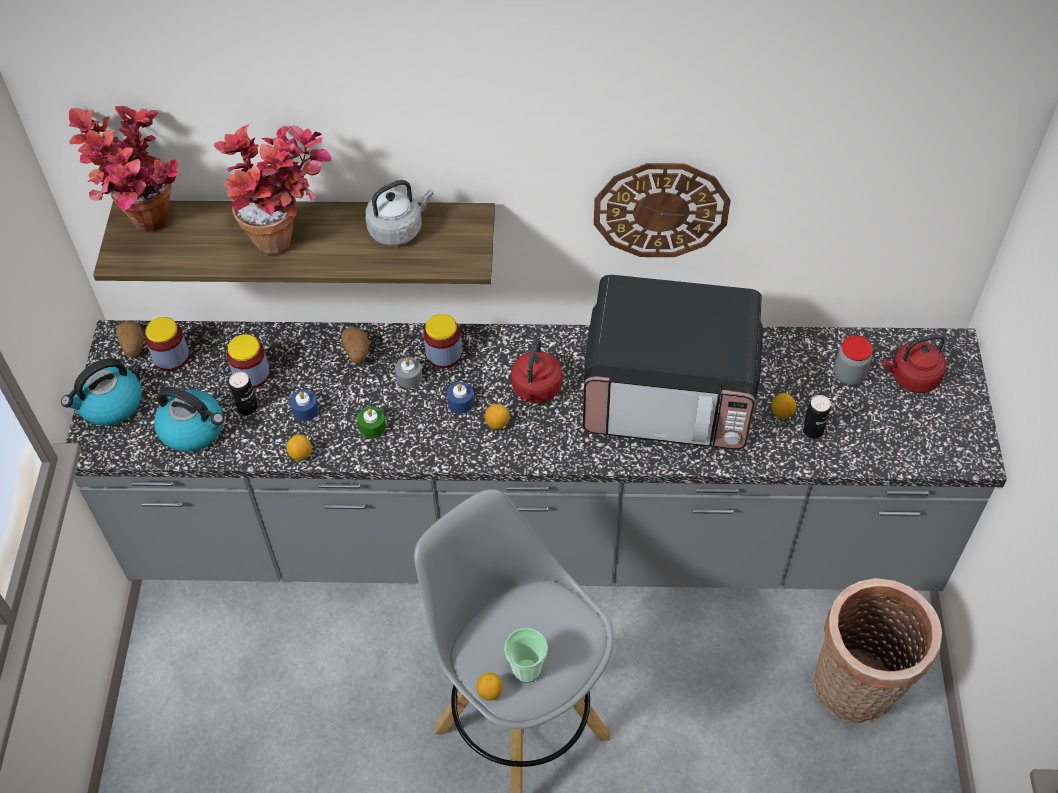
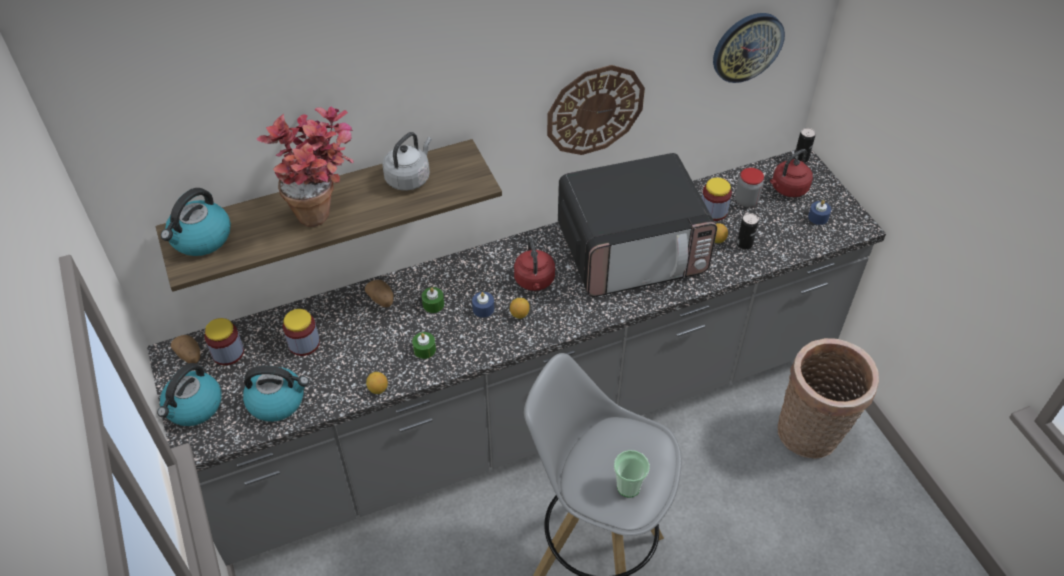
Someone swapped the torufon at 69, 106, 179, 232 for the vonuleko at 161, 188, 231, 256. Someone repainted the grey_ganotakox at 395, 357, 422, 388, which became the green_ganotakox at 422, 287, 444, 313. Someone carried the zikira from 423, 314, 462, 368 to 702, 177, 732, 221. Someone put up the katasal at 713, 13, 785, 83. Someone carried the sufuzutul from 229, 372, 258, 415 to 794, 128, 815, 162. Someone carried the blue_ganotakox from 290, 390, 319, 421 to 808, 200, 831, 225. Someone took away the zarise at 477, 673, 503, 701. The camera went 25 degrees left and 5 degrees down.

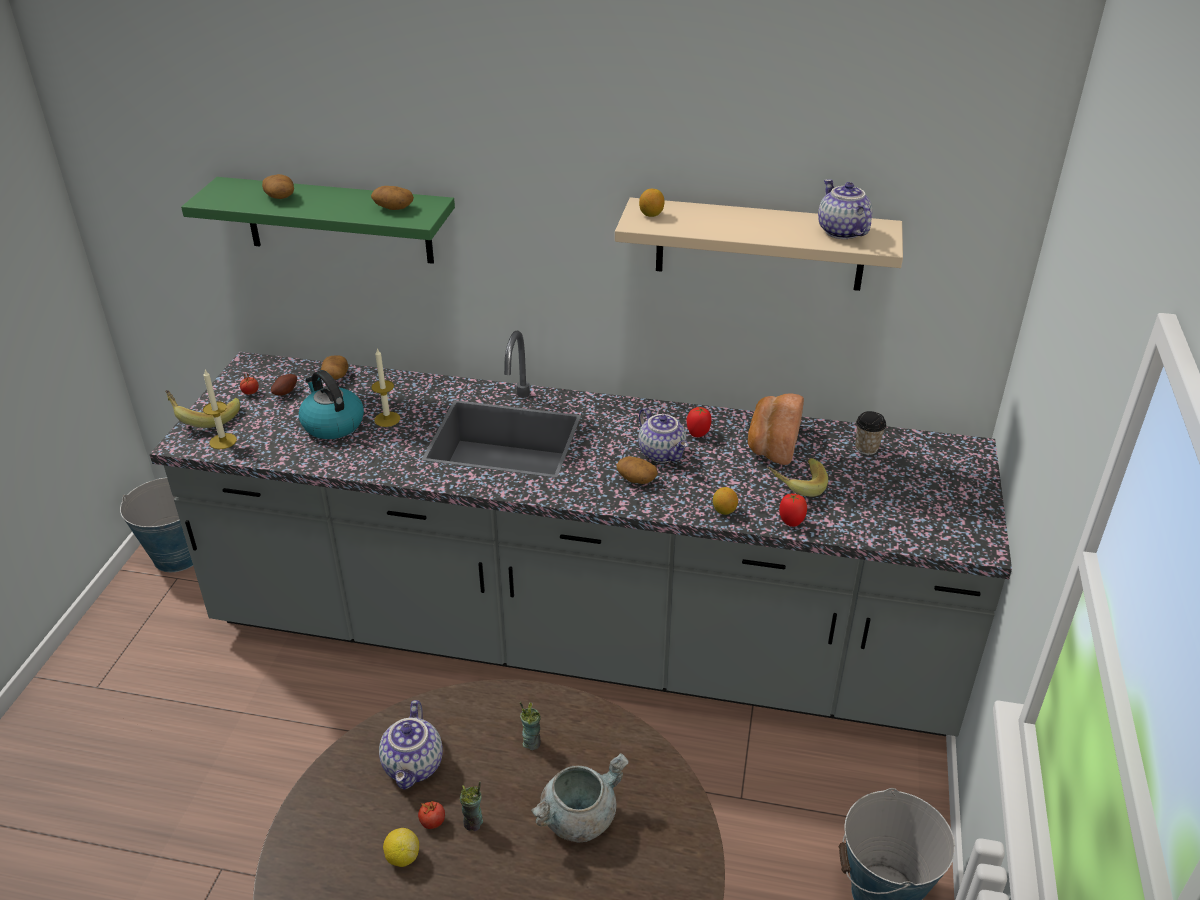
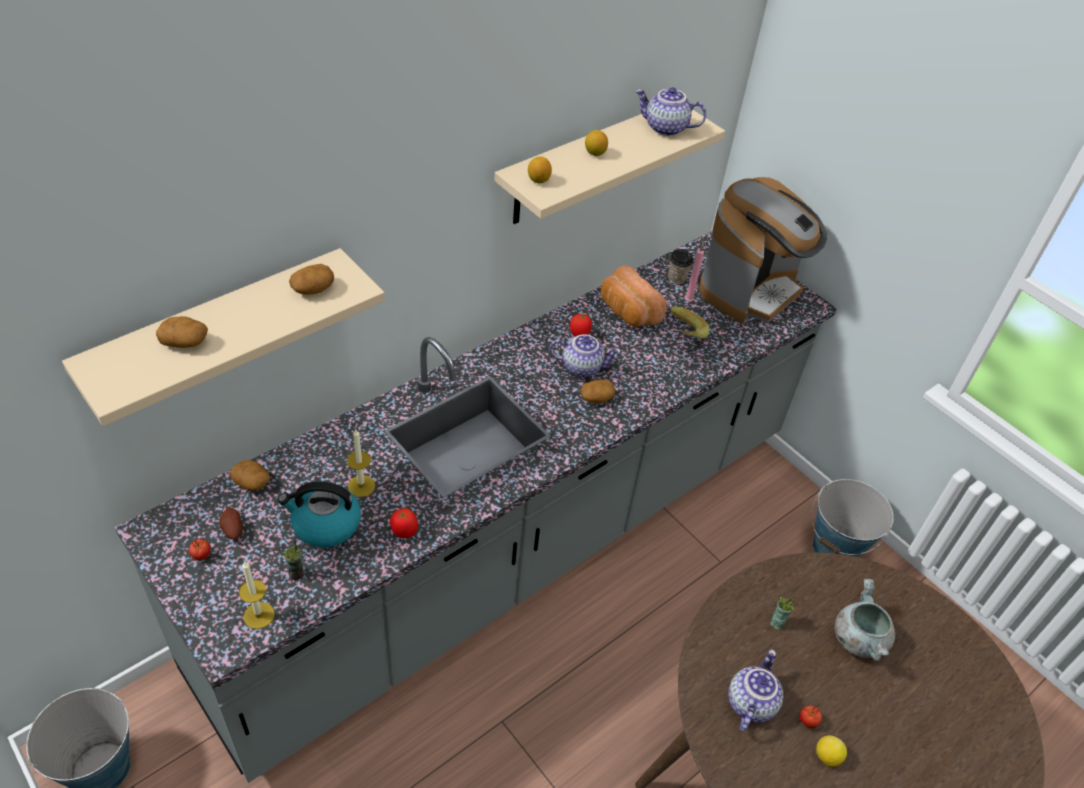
Someone repainted the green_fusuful at 181, 177, 455, 264, which became the beige_fusuful at 62, 248, 385, 426. Someone carried the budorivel from 460, 781, 483, 831 to 283, 540, 304, 580. Someone carried the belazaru from 779, 493, 807, 527 to 390, 508, 418, 538. Someone carried the zarise from 713, 487, 738, 515 to 585, 130, 608, 156. Someone put down the pink_ganotakox at 685, 249, 704, 302. Someone put down the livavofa at 699, 177, 827, 323. Someone rotated the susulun at 379, 700, 443, 790 by 105 degrees counterclockwise. Someone took away the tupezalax at 165, 390, 240, 428. The camera went 55 degrees left and 10 degrees up.

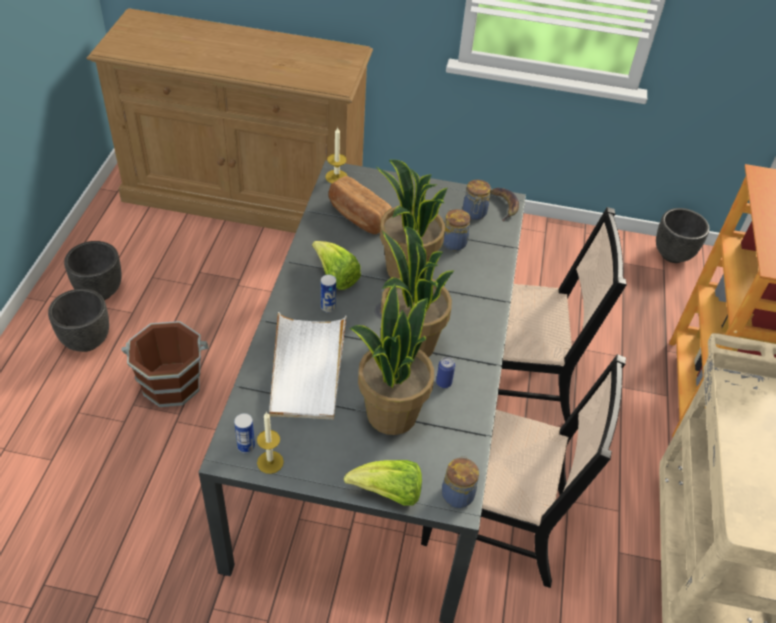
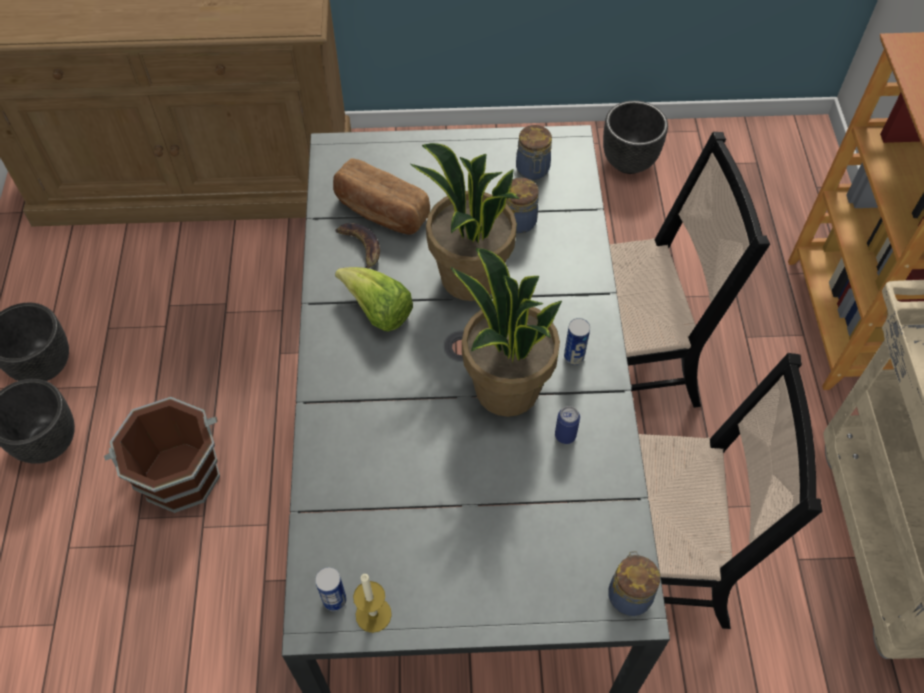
Someone carried the tupezalax from 490, 188, 519, 221 to 335, 223, 380, 269. Someone carried the sufuzutul from 321, 275, 336, 313 to 564, 318, 590, 365. Someone carried the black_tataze from 656, 208, 710, 263 to 603, 101, 668, 174. Someone took away the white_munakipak at 269, 312, 346, 420. Someone took away the ganotakox at 325, 127, 347, 183. Someone took away the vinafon at 344, 460, 422, 506. Someone took away the torufon at 349, 283, 434, 435. The camera went 10 degrees left and 10 degrees up.

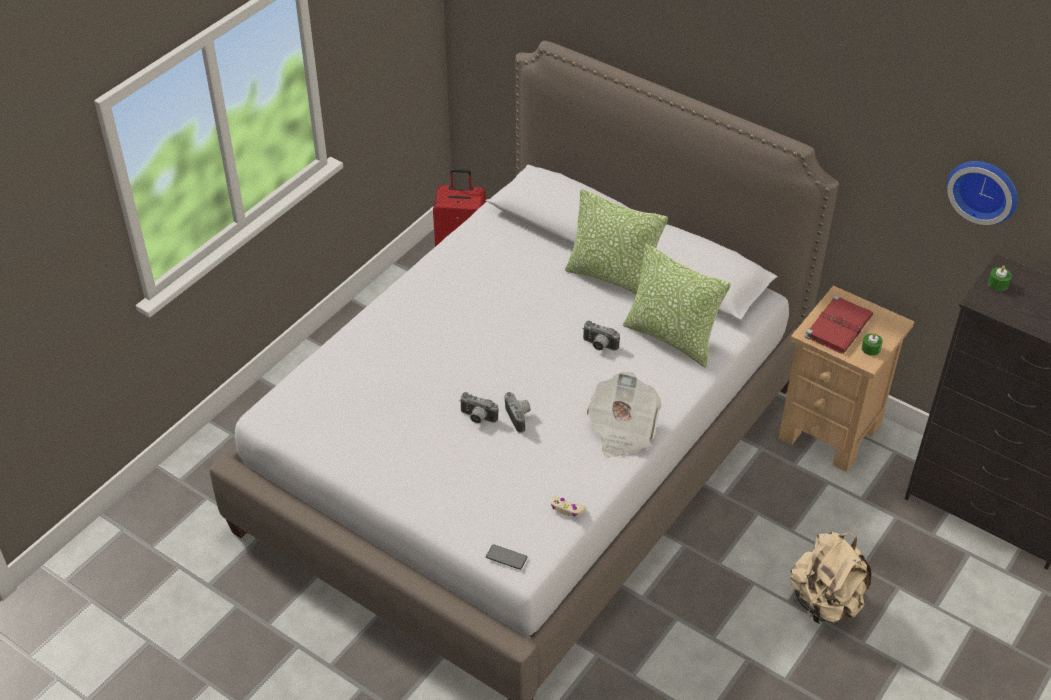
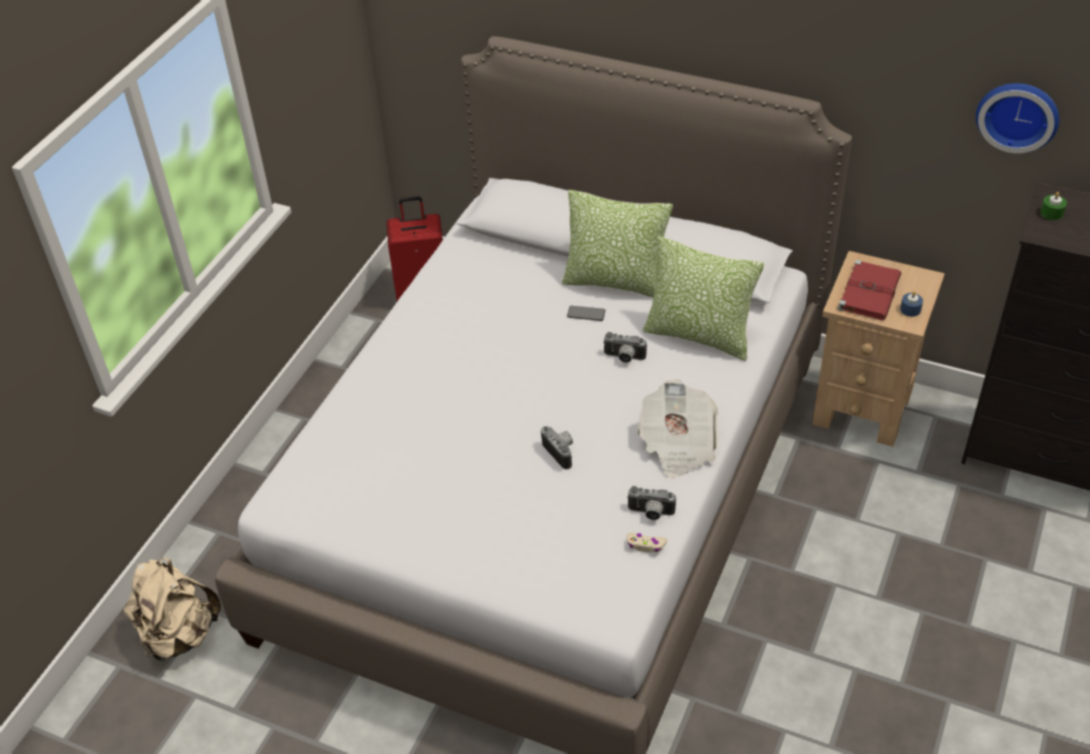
Someone carried the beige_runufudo from 790, 532, 872, 624 to 124, 557, 221, 661. Someone carried the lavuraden from 486, 544, 527, 570 to 567, 306, 605, 321. Someone carried the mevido from 459, 392, 498, 423 to 627, 486, 676, 520. Someone repainted the green_ganotakox at 862, 333, 883, 356, which became the blue_ganotakox at 900, 291, 923, 317. The camera went 10 degrees left and 0 degrees up.

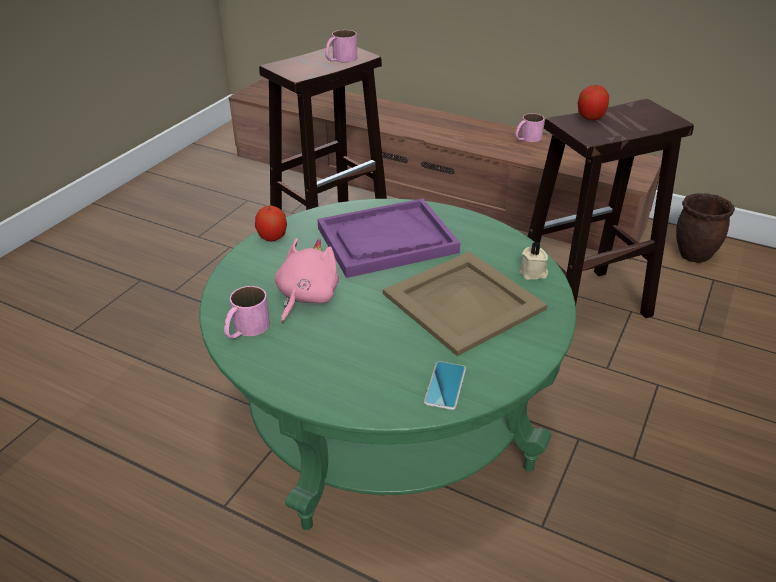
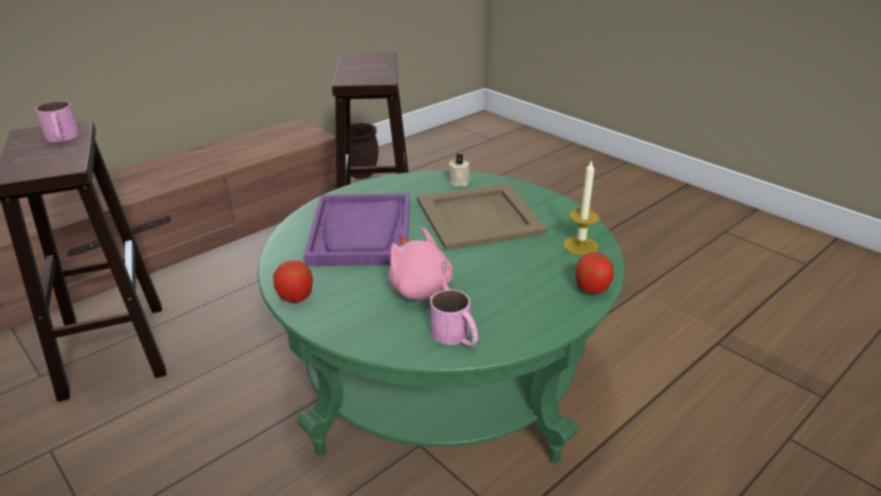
Someone swapped the lavuraden at 424, 361, 466, 410 for the ganotakox at 563, 160, 600, 255. Someone carried the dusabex from 578, 85, 609, 120 to 575, 252, 614, 294. Someone took away the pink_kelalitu at 515, 113, 544, 142. The camera went 70 degrees left and 5 degrees down.

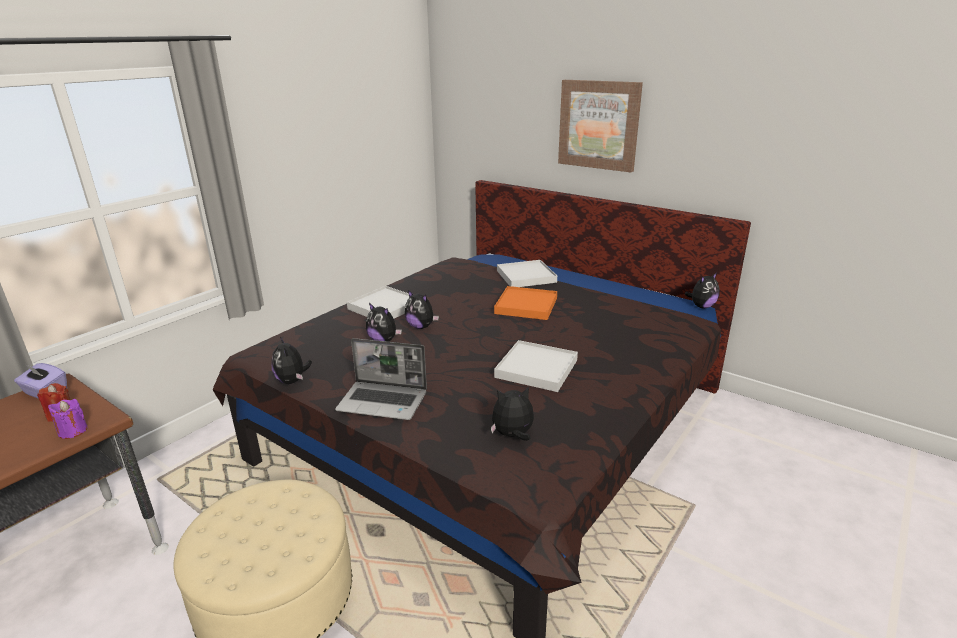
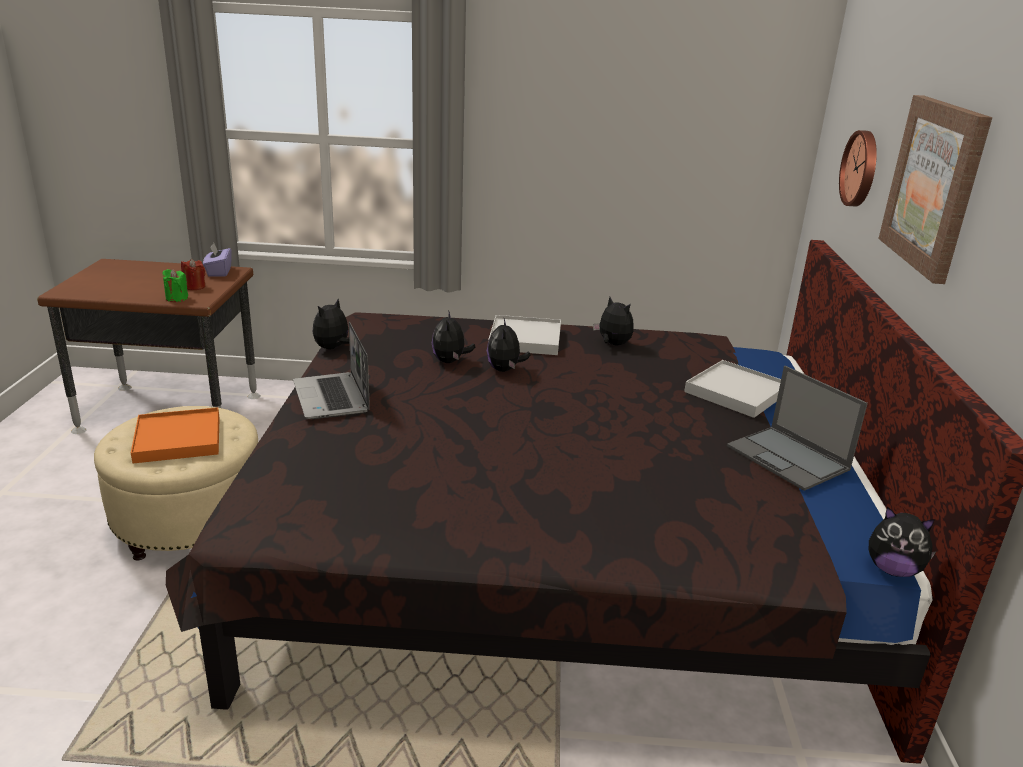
Someone carried the orange_munakipak from 494, 286, 557, 320 to 131, 407, 220, 463. Someone repainted the purple_ganotakox at 48, 399, 88, 439, which became the green_ganotakox at 162, 269, 188, 302. Someone carried the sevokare from 491, 387, 534, 441 to 593, 297, 634, 345. Someone put down the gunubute at 727, 366, 868, 491. Someone put up the katasal at 839, 130, 877, 206. Someone took away the white_munakipak at 494, 340, 578, 392. The camera went 55 degrees right and 0 degrees up.

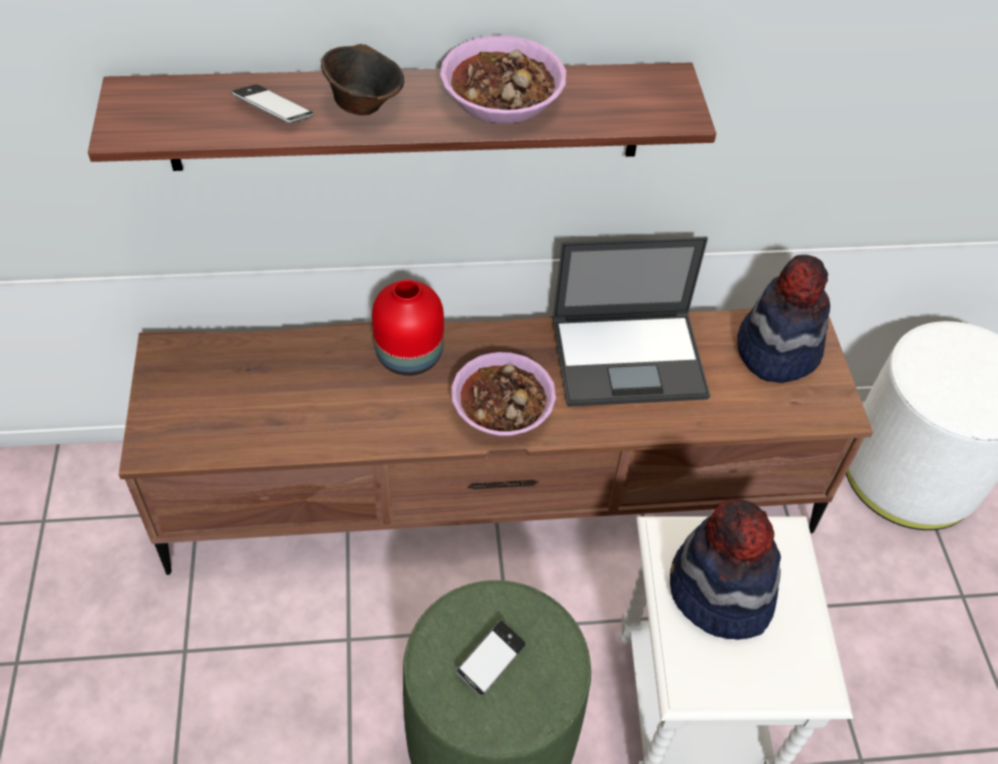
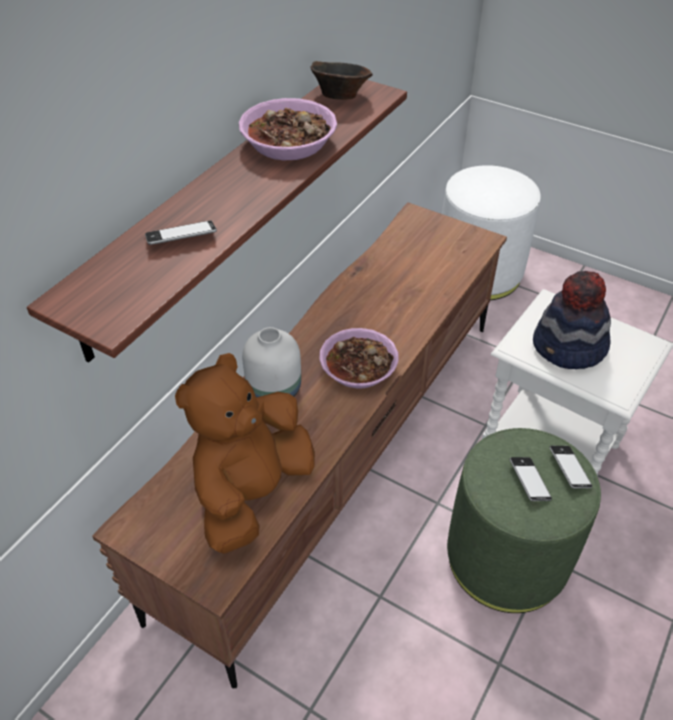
Someone put down the brown_sevokare at 175, 353, 315, 554. Someone repainted the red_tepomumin at 372, 279, 444, 376, which became the white_tepomumin at 242, 327, 301, 397. Someone carried the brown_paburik from 321, 44, 404, 115 to 310, 61, 373, 100. Someone put down the lavuraden at 549, 446, 592, 489. Someone took away the gunubute at 552, 236, 710, 407. Someone took away the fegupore at 737, 255, 830, 383. The camera went 50 degrees left and 5 degrees down.

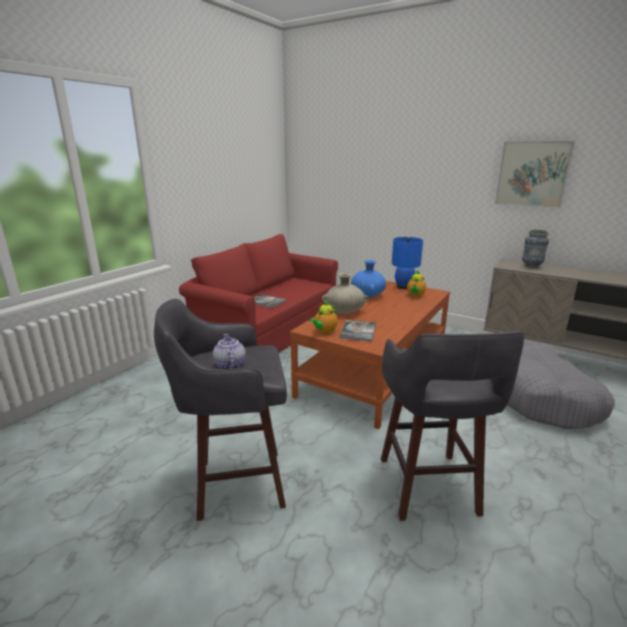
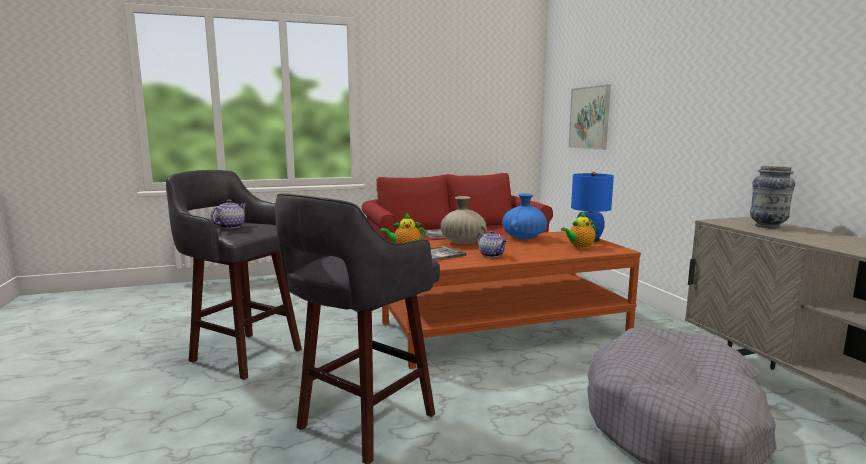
Someone put down the susulun at 477, 230, 508, 258. Someone carried the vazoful from 495, 141, 575, 208 to 568, 84, 611, 150. The camera went 40 degrees right and 10 degrees down.

